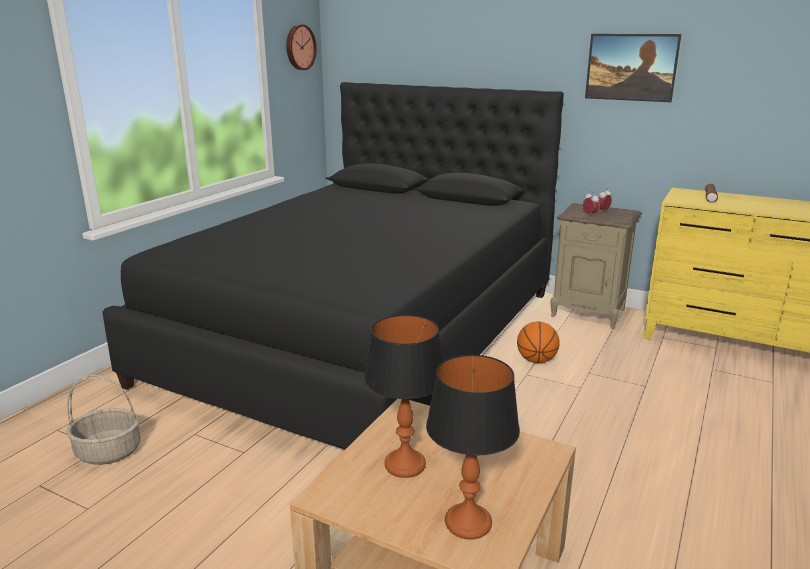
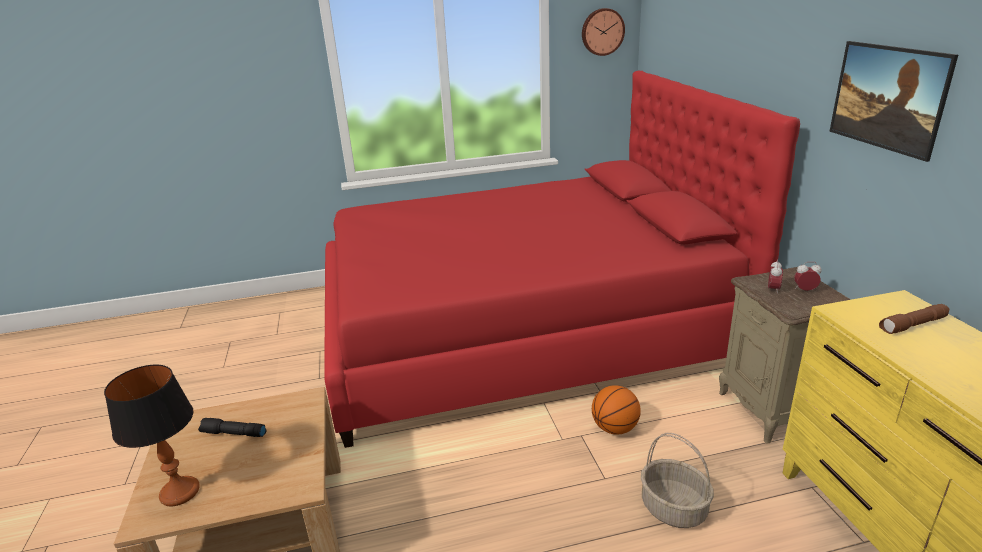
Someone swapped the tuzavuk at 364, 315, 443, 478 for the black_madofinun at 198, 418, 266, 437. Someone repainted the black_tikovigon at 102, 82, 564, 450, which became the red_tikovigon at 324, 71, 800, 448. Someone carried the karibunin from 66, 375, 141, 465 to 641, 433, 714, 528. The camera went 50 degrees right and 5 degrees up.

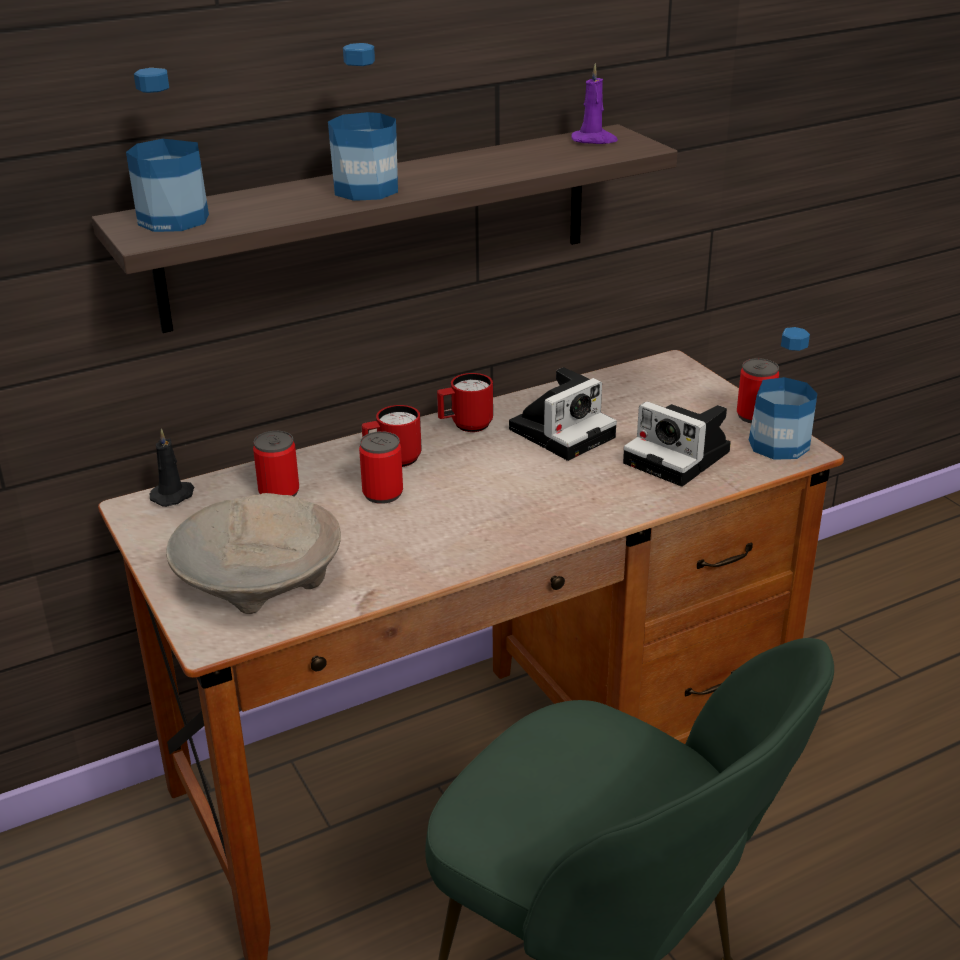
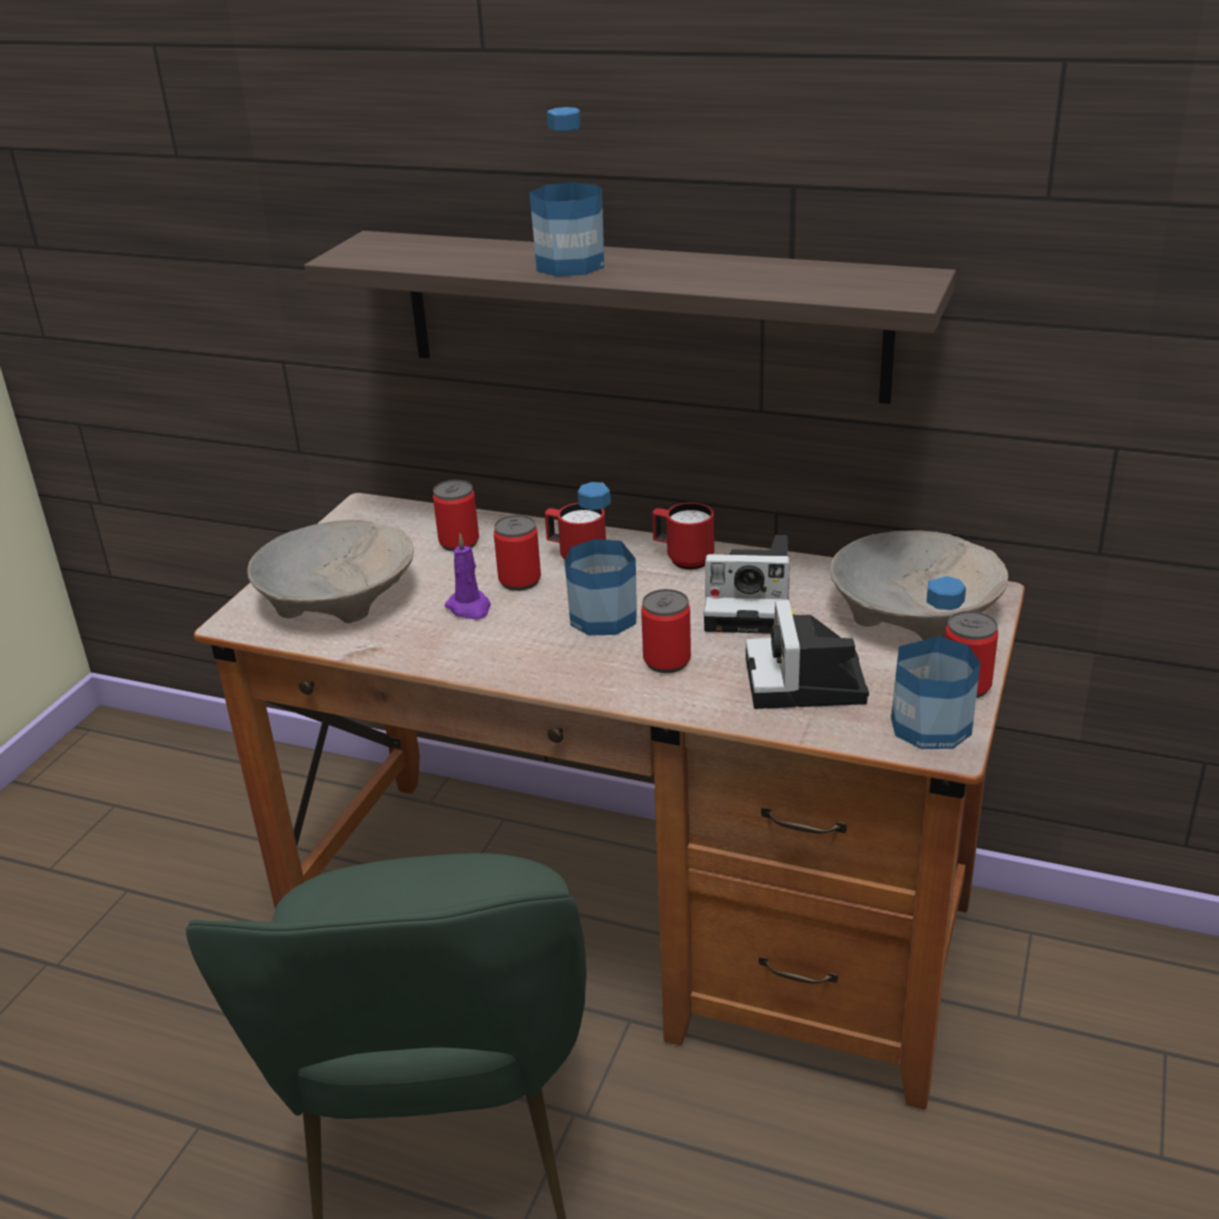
Someone carried the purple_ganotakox from 571, 64, 618, 144 to 445, 533, 491, 620. Someone carried the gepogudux from 126, 68, 209, 232 to 564, 482, 637, 635. Someone put down the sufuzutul at 641, 589, 691, 673. Someone put down the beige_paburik at 830, 531, 1008, 640. Someone took away the black_ganotakox at 149, 428, 194, 507. The camera went 50 degrees right and 0 degrees up.

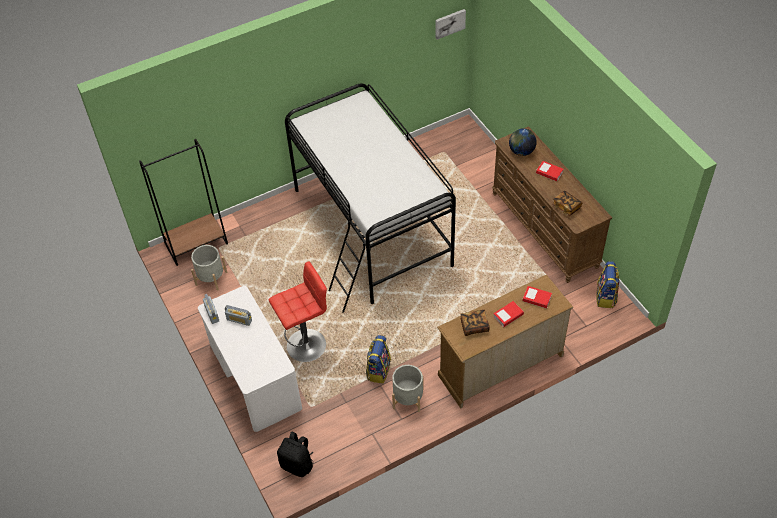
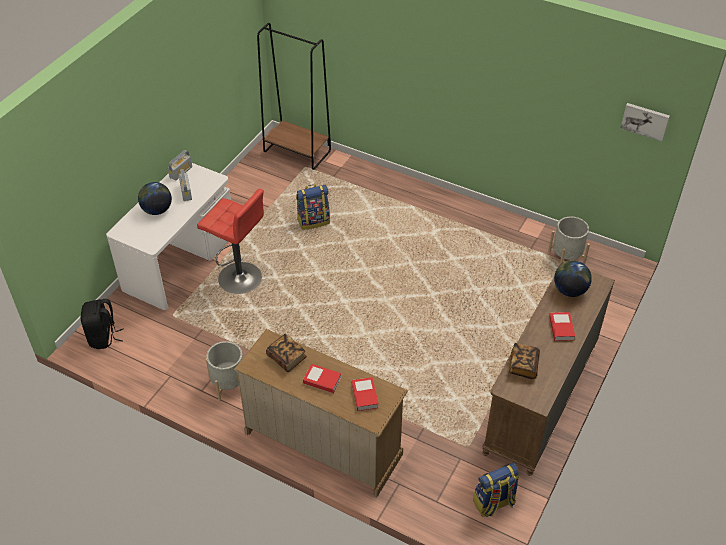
Someone put down the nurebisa at 138, 182, 172, 215. Someone carried the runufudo from 366, 335, 391, 384 to 296, 184, 330, 230. Someone carried the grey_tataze from 191, 245, 227, 291 to 548, 216, 590, 266. Someone took away the black_tikovigon at 285, 84, 456, 313. The camera went 55 degrees right and 5 degrees down.

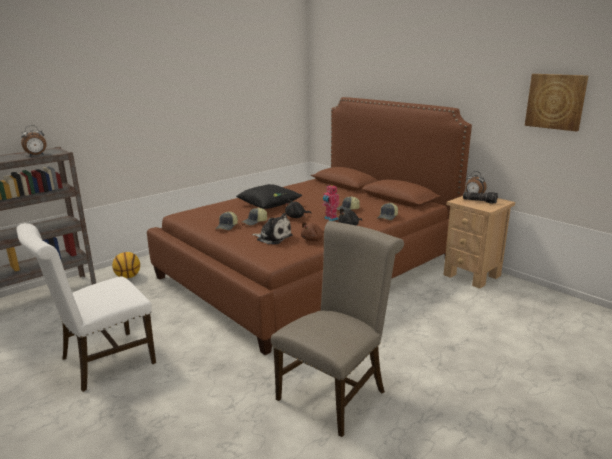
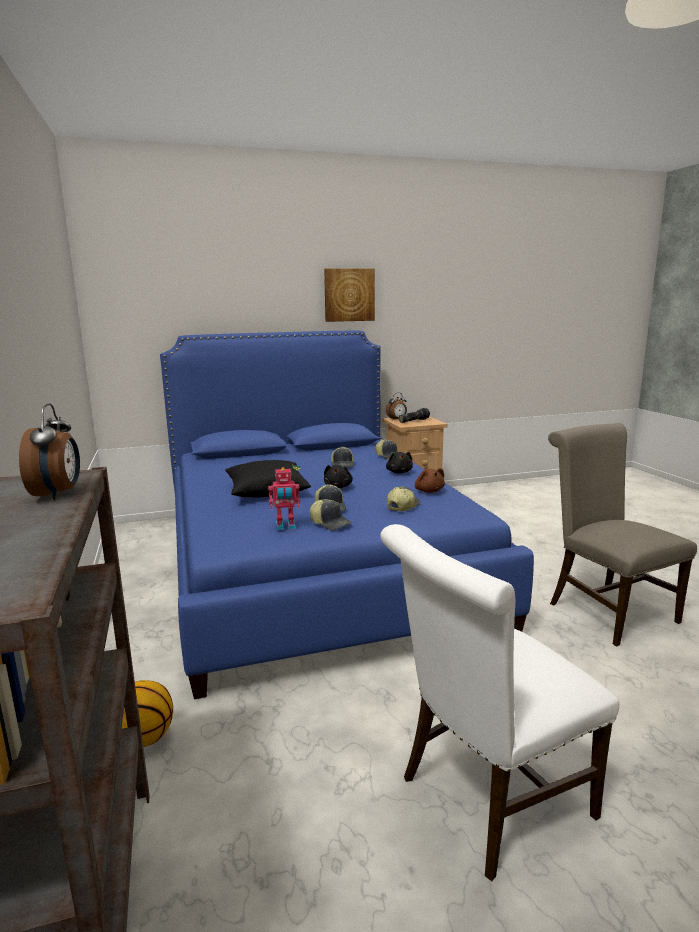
Someone repainted the brown_tikovigon at 147, 97, 472, 355, which became the blue_tikovigon at 160, 331, 534, 699. Someone carried the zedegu from 322, 185, 340, 221 to 268, 467, 300, 530. Someone carried the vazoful from 525, 74, 588, 131 to 324, 268, 375, 322. Someone rotated the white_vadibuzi at 16, 223, 156, 392 by 75 degrees clockwise. Someone swapped the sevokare at 252, 213, 293, 244 for the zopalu at 387, 486, 421, 511. The camera went 65 degrees left and 5 degrees down.

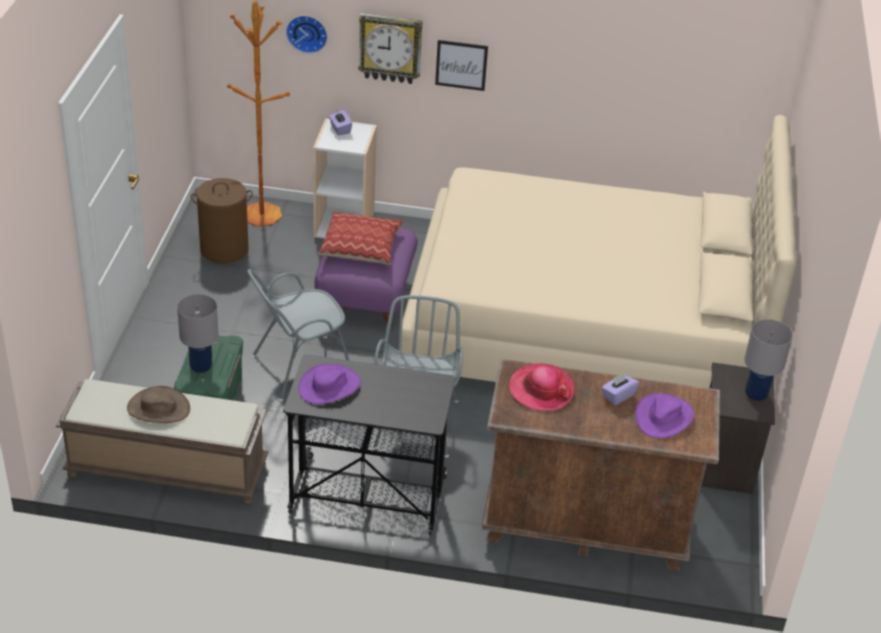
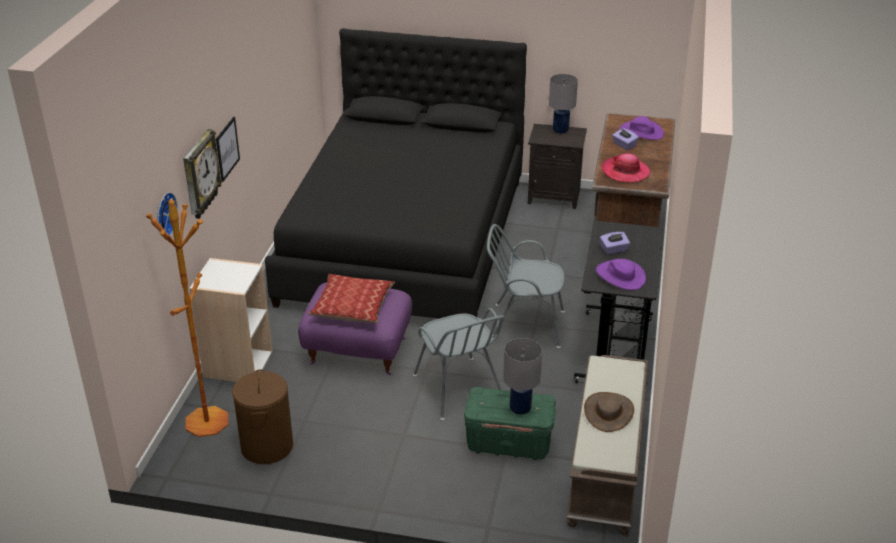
Someone repainted the beige_tikovigon at 401, 115, 797, 388, which became the black_tikovigon at 265, 28, 527, 319. Someone carried the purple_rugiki from 329, 110, 352, 135 to 600, 232, 630, 255. The camera went 85 degrees left and 5 degrees down.

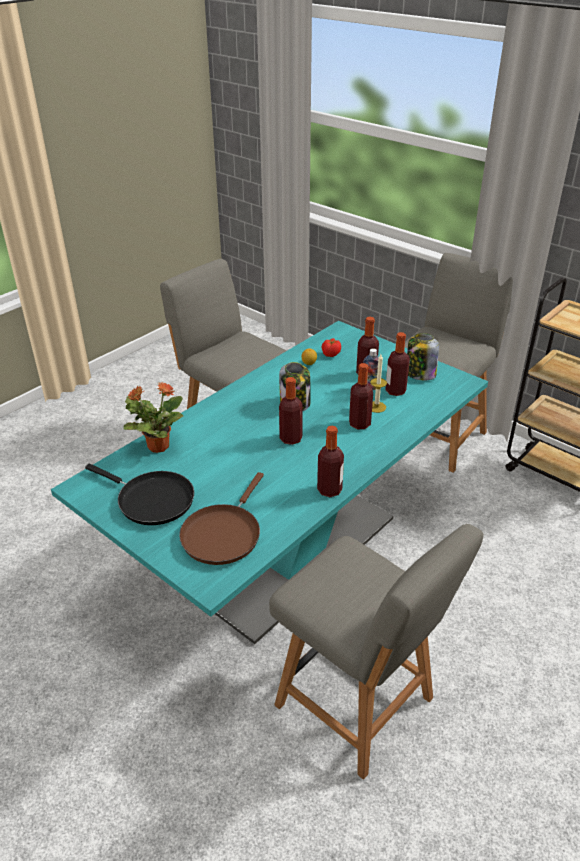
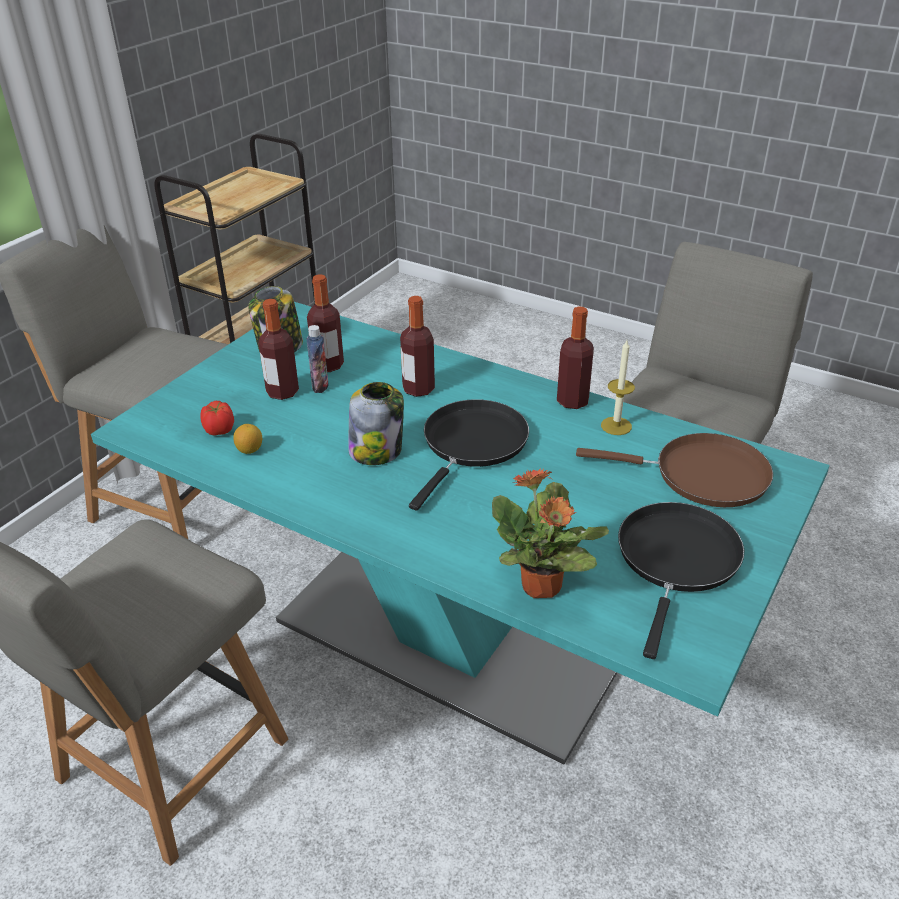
Someone swapped the gepogudux at 279, 377, 303, 445 for the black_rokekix at 409, 399, 529, 511. Someone carried the ganotakox from 370, 354, 387, 413 to 601, 340, 635, 435. The camera went 100 degrees left and 0 degrees up.

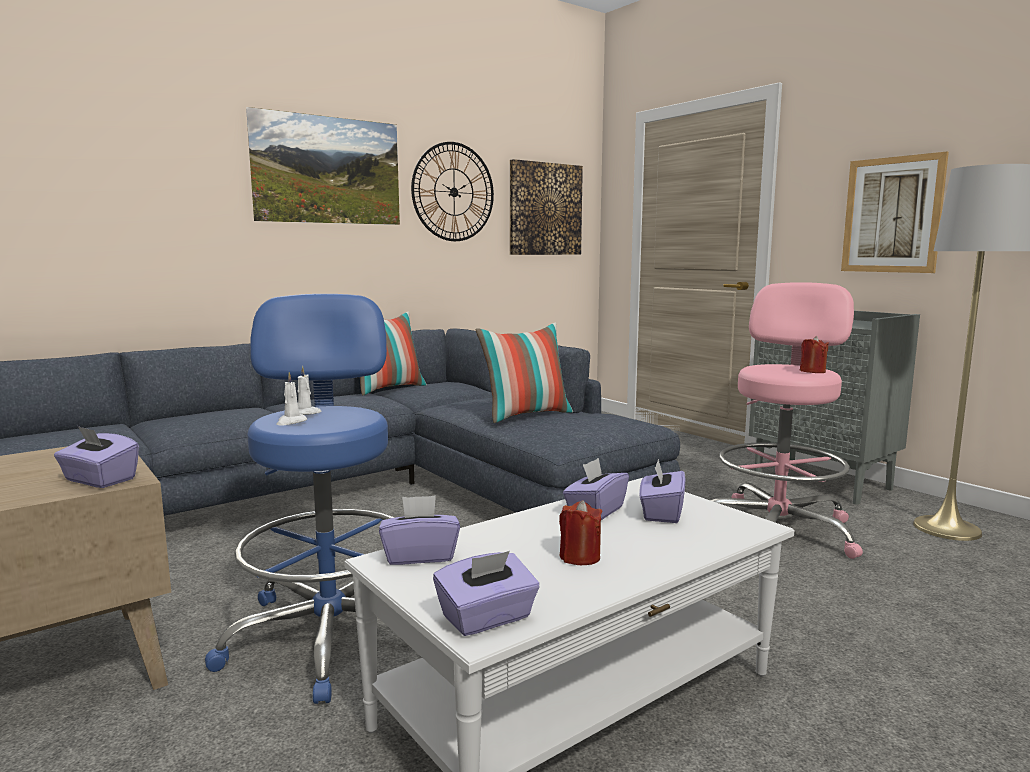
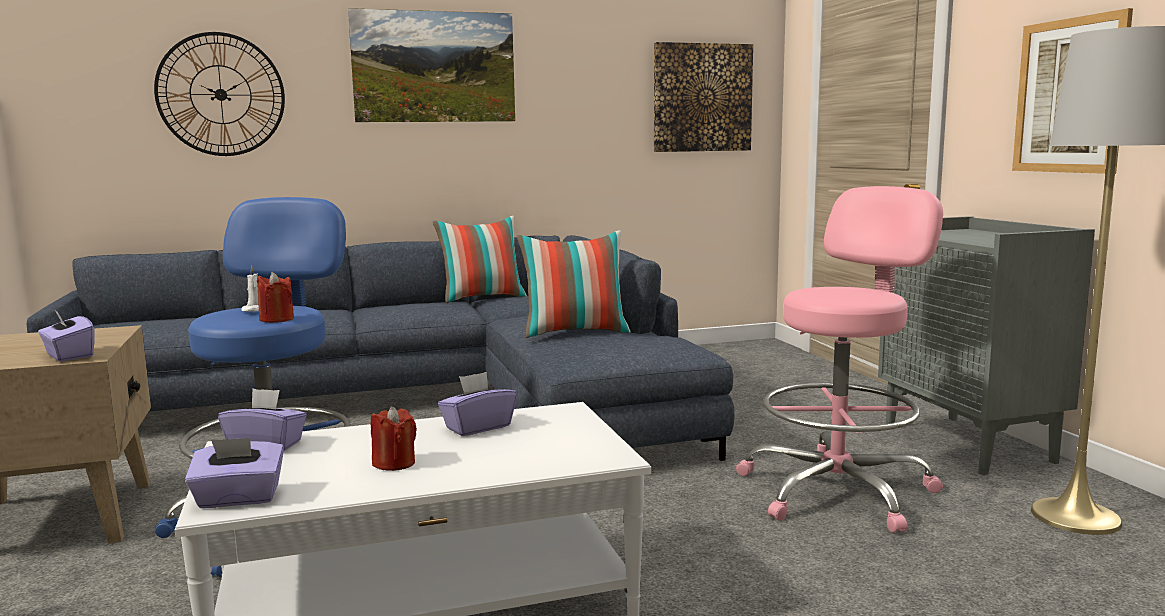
Someone carried the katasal from 411, 142, 494, 241 to 154, 32, 285, 156. Someone carried the red_ganotakox from 800, 336, 829, 373 to 257, 272, 294, 323. Someone took away the white_ganotakox at 276, 372, 307, 425. Someone took away the purple_rugiki at 639, 459, 685, 523. The camera went 20 degrees right and 0 degrees up.

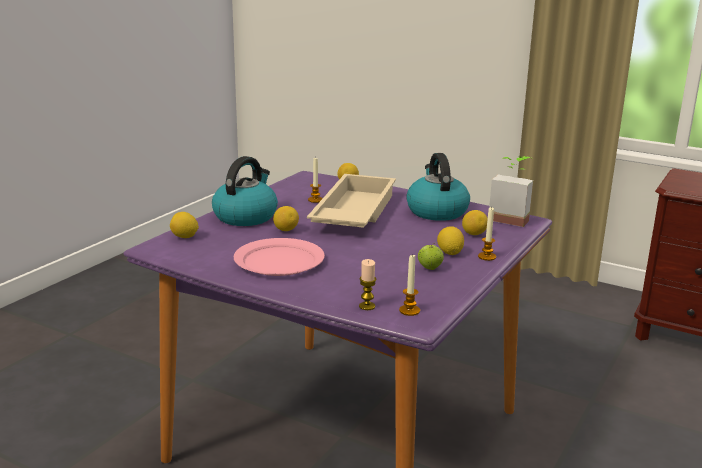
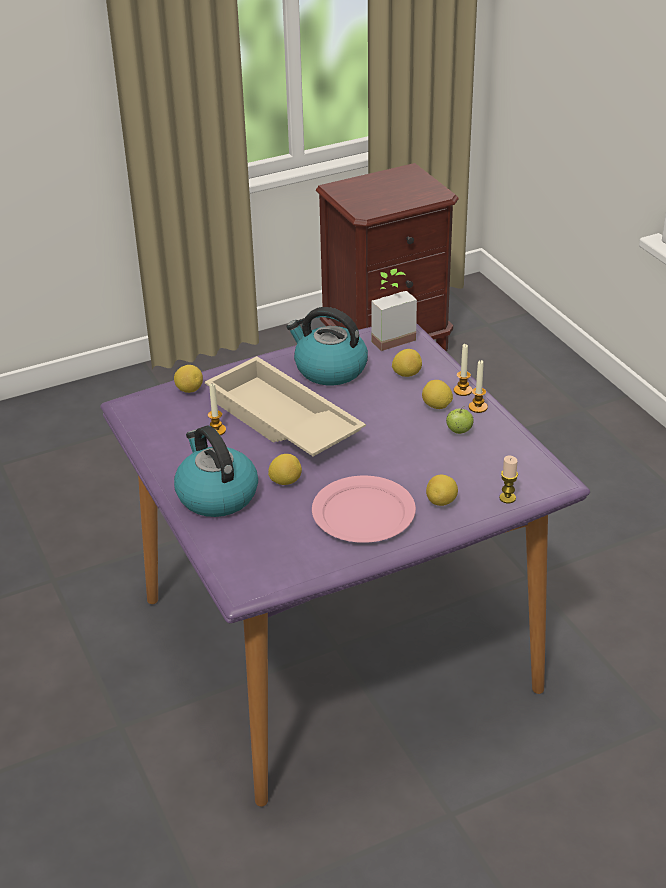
Someone carried the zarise from 170, 212, 199, 238 to 426, 474, 458, 506. Someone carried the ganotakox from 399, 254, 420, 316 to 469, 360, 488, 413. The camera went 55 degrees left and 15 degrees up.

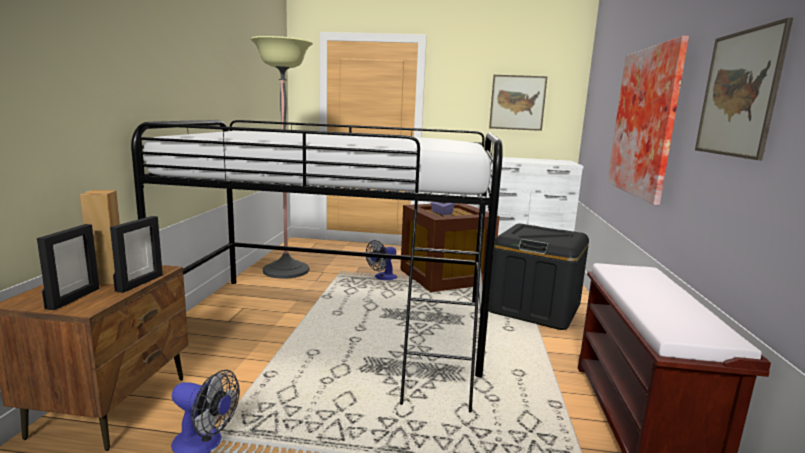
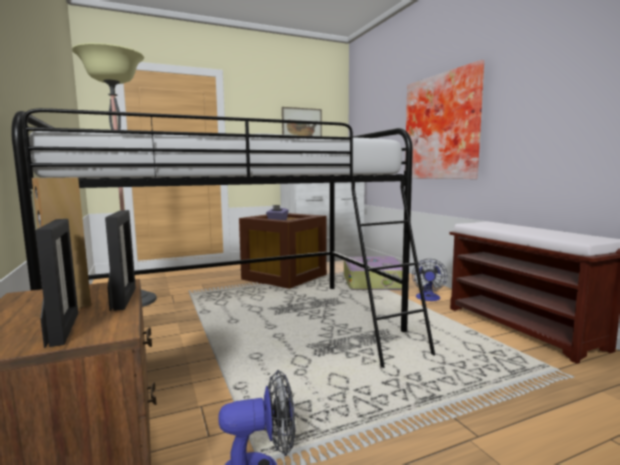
Someone swapped the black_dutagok at 489, 223, 589, 330 for the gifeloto at 344, 256, 403, 290. Someone carried the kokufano from 366, 240, 397, 280 to 412, 259, 448, 301. Someone took away the vazoful at 695, 18, 793, 160. The camera went 30 degrees left and 5 degrees down.

